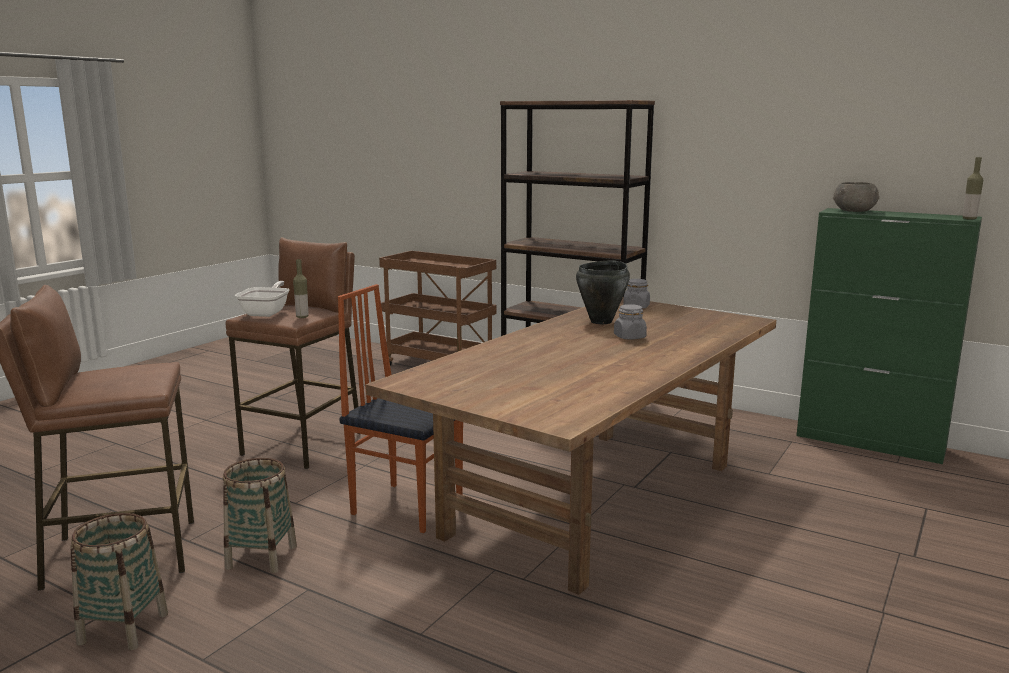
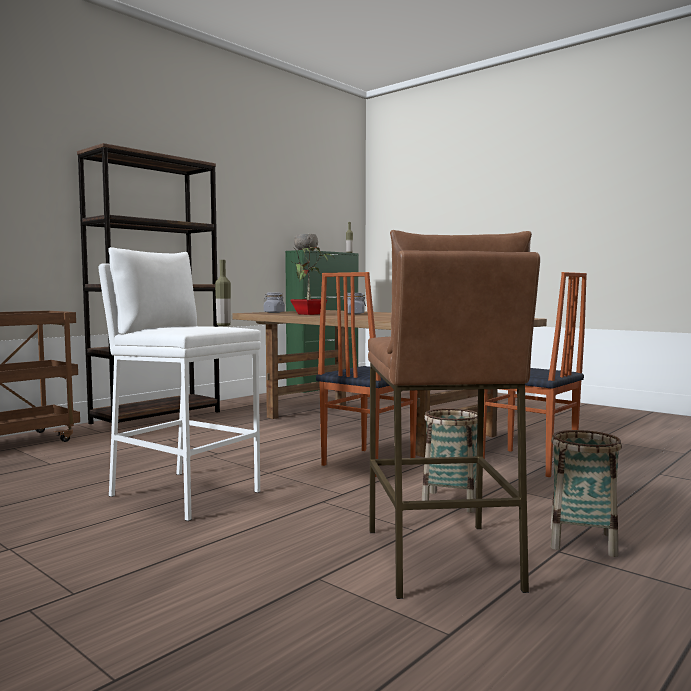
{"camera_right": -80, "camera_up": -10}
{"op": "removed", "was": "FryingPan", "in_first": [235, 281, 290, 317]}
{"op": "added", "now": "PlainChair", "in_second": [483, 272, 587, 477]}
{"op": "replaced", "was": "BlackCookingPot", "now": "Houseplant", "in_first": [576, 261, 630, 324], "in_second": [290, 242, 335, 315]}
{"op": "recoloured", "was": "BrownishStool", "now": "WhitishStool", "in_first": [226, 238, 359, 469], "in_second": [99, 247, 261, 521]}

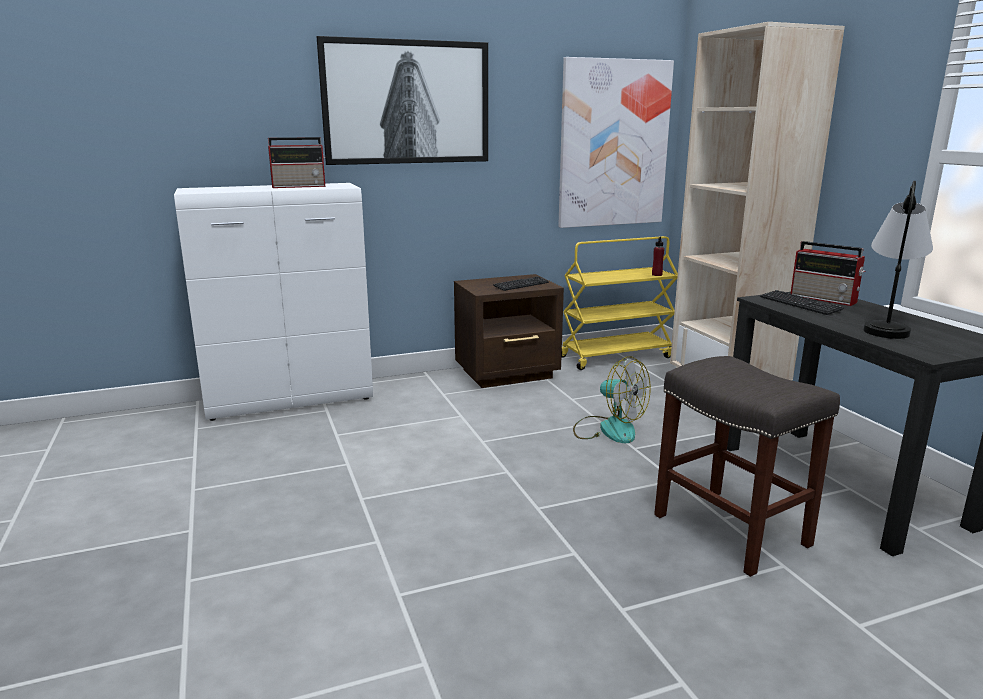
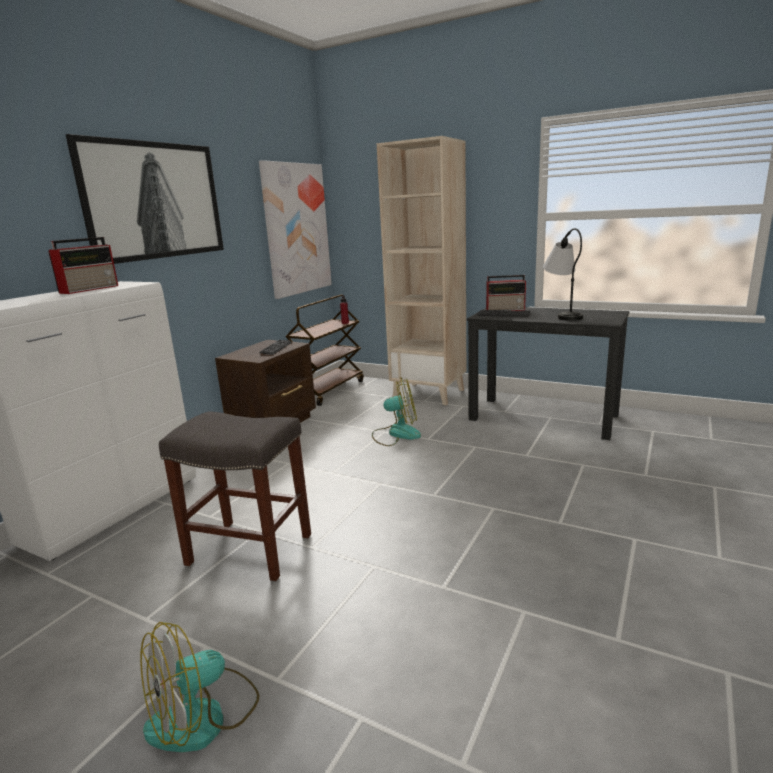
{"camera_right": -40, "camera_up": 0}
{"op": "added", "now": "ElectricFan", "in_second": [140, 622, 260, 752]}
{"op": "moved", "was": "GreyishStool", "in_first": [654, 356, 840, 577], "in_second": [159, 411, 311, 581]}
{"op": "recoloured", "was": "YellowishTrolley", "now": "BrownishTrolley", "in_first": [561, 236, 678, 370], "in_second": [285, 295, 364, 406]}

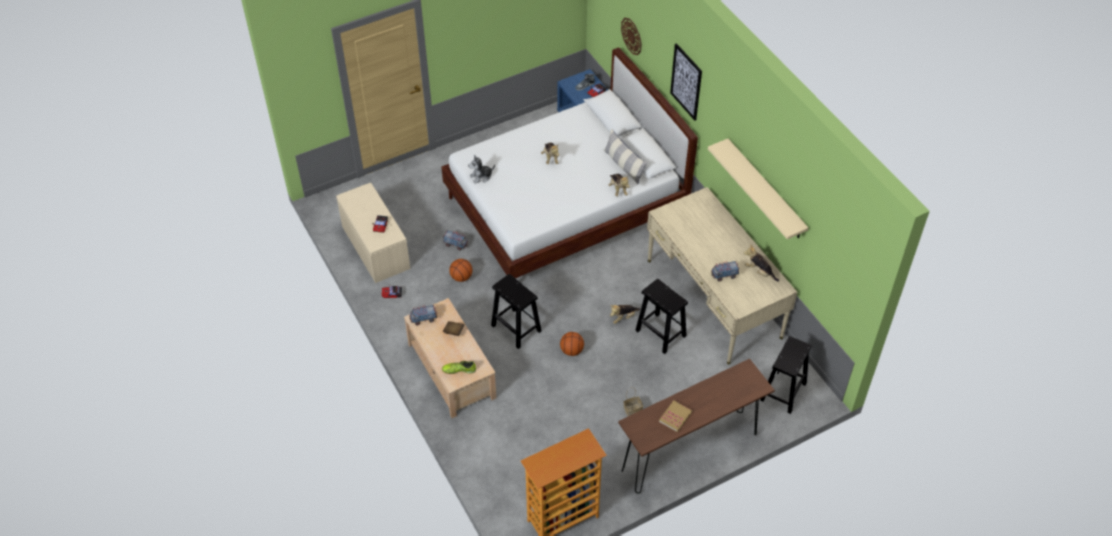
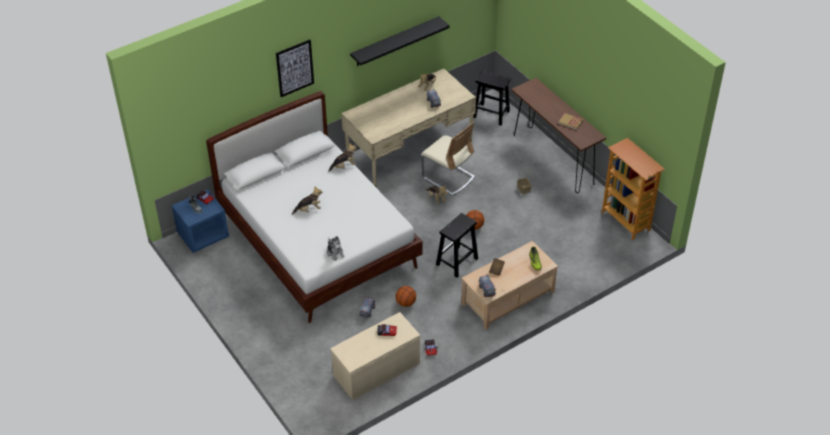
{"camera_right": -95, "camera_up": -5}
{"op": "removed", "was": "Pillow", "in_first": [603, 129, 647, 184]}
{"op": "removed", "was": "ClockOnTheWall", "in_first": [621, 18, 642, 55]}
{"op": "replaced", "was": "BlackStool", "now": "BeigePlainChair", "in_first": [635, 279, 688, 354], "in_second": [421, 121, 475, 196]}
{"op": "recoloured", "was": "BeigeShelf", "now": "BlackShelf", "in_first": [708, 139, 809, 240], "in_second": [350, 16, 450, 66]}

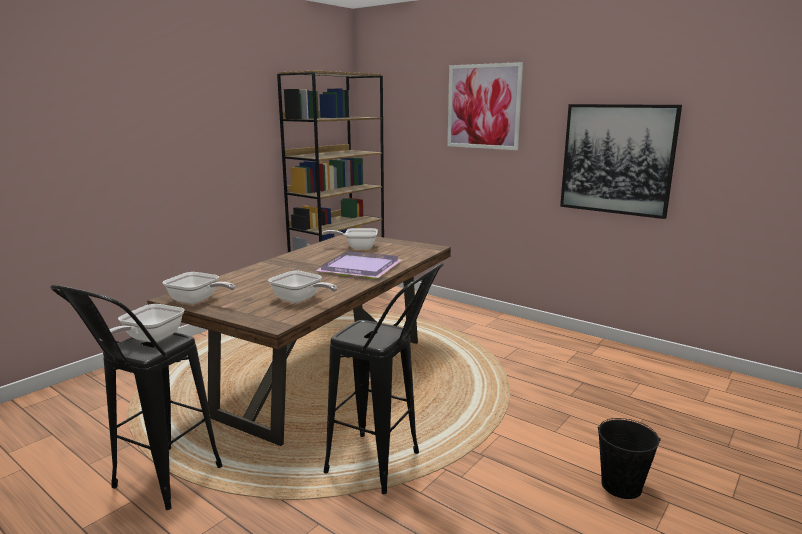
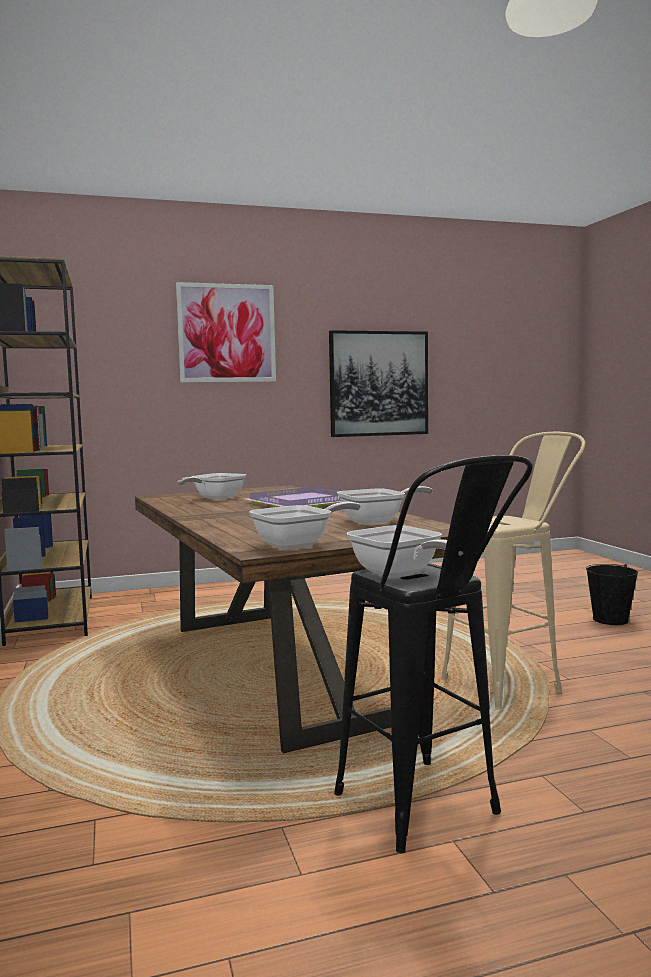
{"camera_right": -55, "camera_up": -10}
{"op": "recoloured", "was": "BlackStool", "now": "BeigeStool", "in_first": [324, 263, 444, 494], "in_second": [441, 432, 585, 709]}

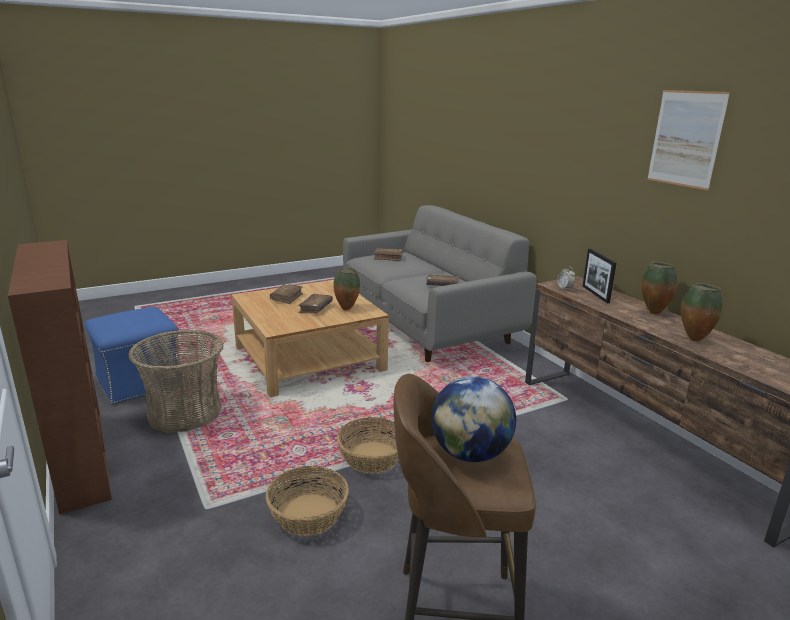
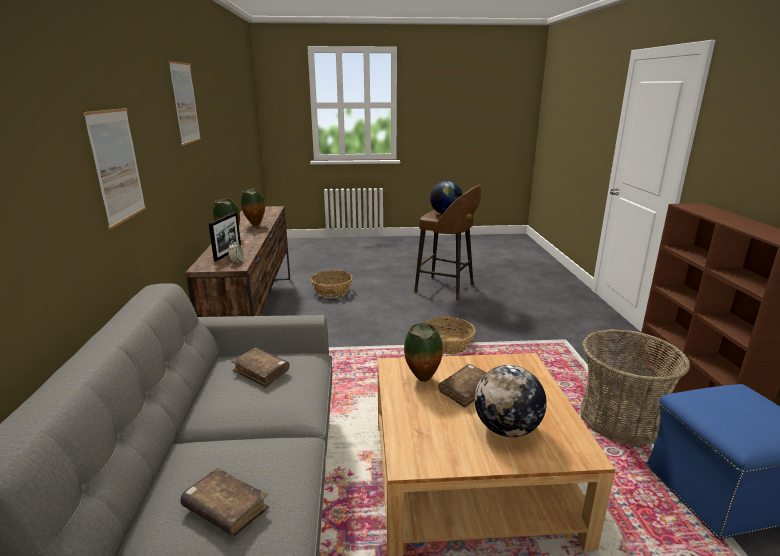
{"camera_right": -155, "camera_up": 0}
{"op": "added", "now": "WallPicture", "in_second": [83, 108, 146, 229]}
{"op": "moved", "was": "HouseholdBasket", "in_first": [266, 466, 349, 536], "in_second": [311, 270, 353, 298]}
{"op": "replaced", "was": "BrownishBoundBook", "now": "WorldGlobe", "in_first": [270, 284, 303, 304], "in_second": [475, 365, 546, 437]}

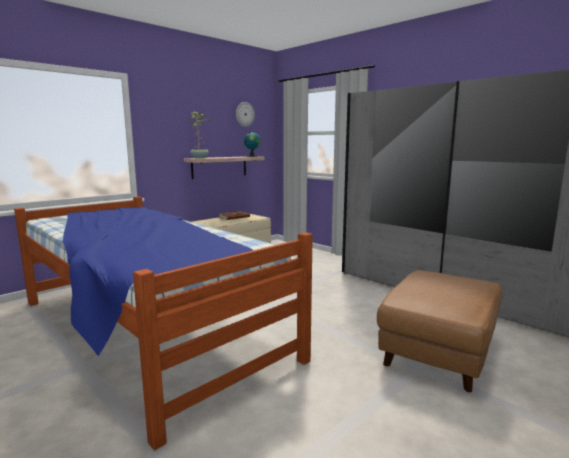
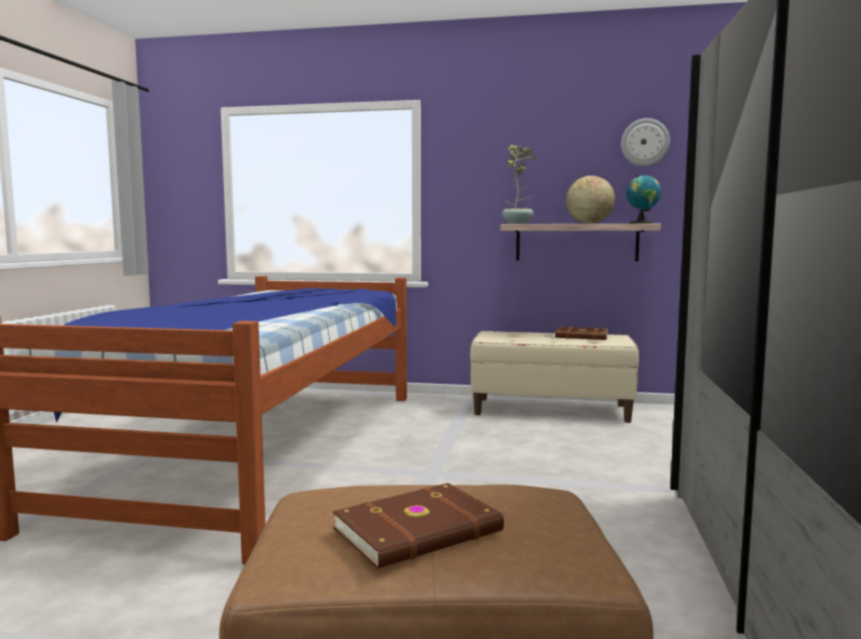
{"camera_right": 55, "camera_up": -5}
{"op": "added", "now": "BrownishBoundBook", "in_second": [333, 483, 504, 569]}
{"op": "added", "now": "WorldGlobe", "in_second": [566, 176, 615, 224]}

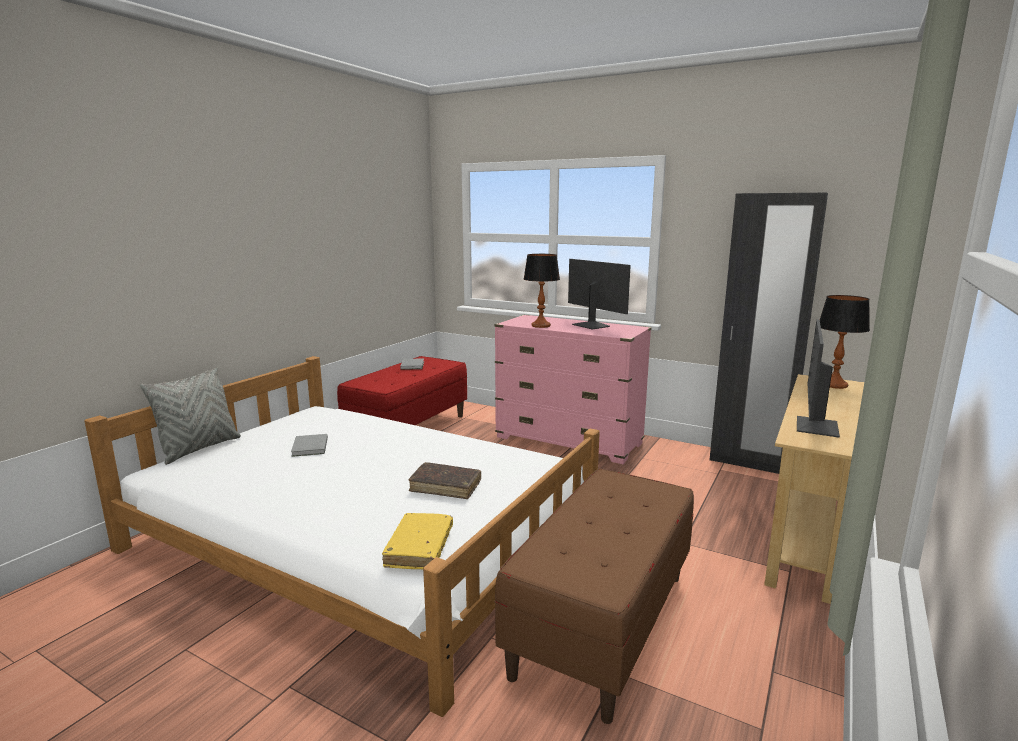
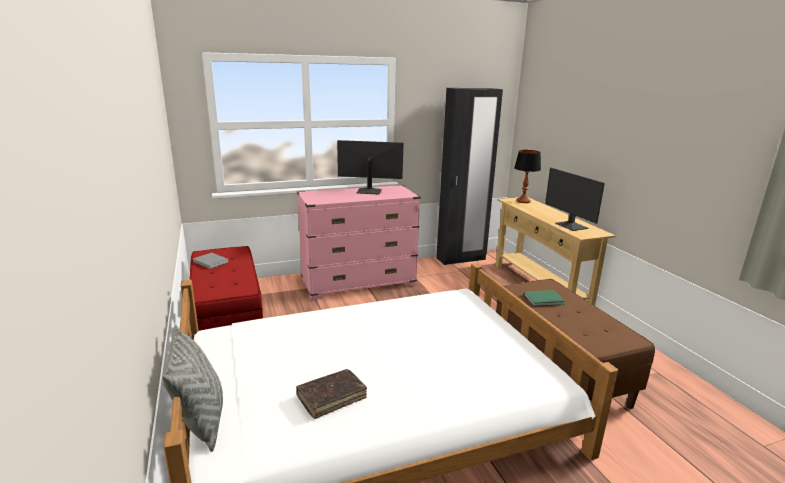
{"camera_right": -50, "camera_up": 5}
{"op": "removed", "was": "GreyishBoundBook", "in_first": [291, 434, 328, 457]}
{"op": "removed", "was": "YellowishBoundBook", "in_first": [382, 513, 453, 569]}
{"op": "removed", "was": "TabletopLamp", "in_first": [524, 254, 560, 328]}
{"op": "added", "now": "GreenBoundBook", "in_second": [524, 290, 565, 307]}
{"op": "moved", "was": "BrownishBoundBook", "in_first": [409, 462, 481, 499], "in_second": [296, 369, 367, 419]}

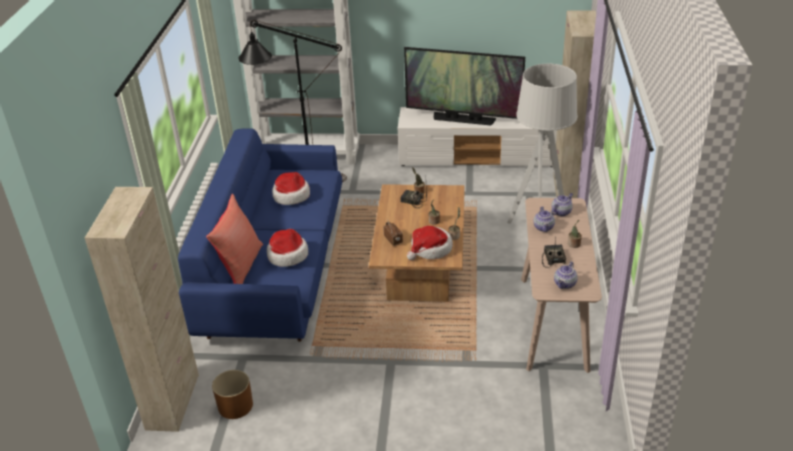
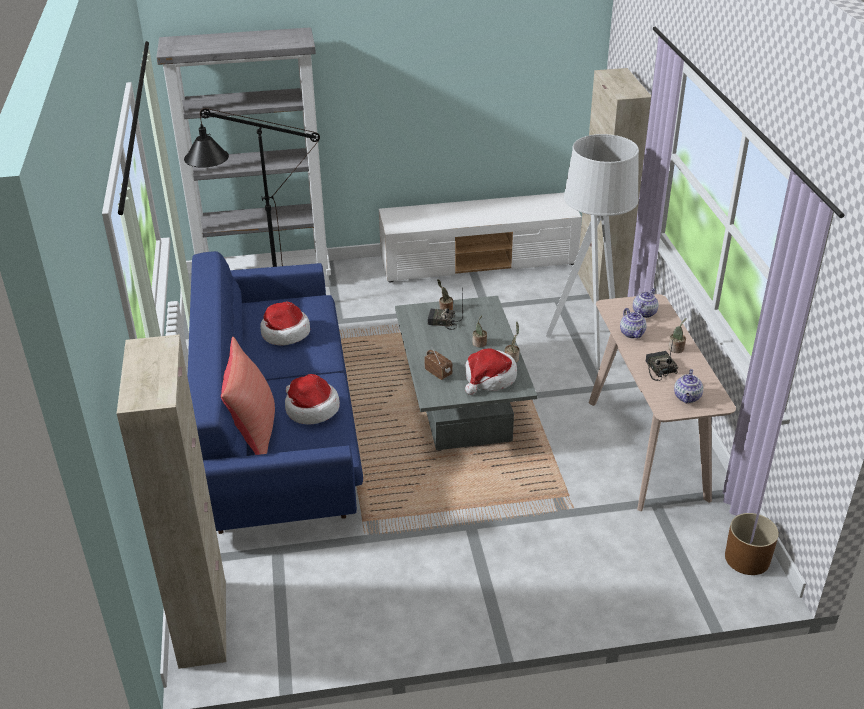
{"camera_right": -15, "camera_up": 0}
{"op": "removed", "was": "Tv", "in_first": [404, 47, 525, 126]}
{"op": "moved", "was": "BrownishPlantPot", "in_first": [212, 370, 253, 419], "in_second": [725, 513, 779, 575]}
{"op": "recoloured", "was": "BrownishLoungeTable", "now": "GreyishLoungeTable", "in_first": [369, 184, 465, 302], "in_second": [395, 296, 537, 450]}

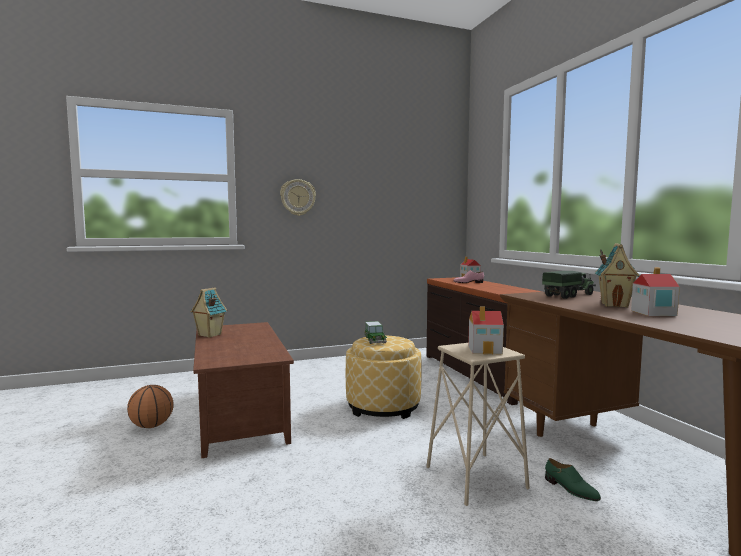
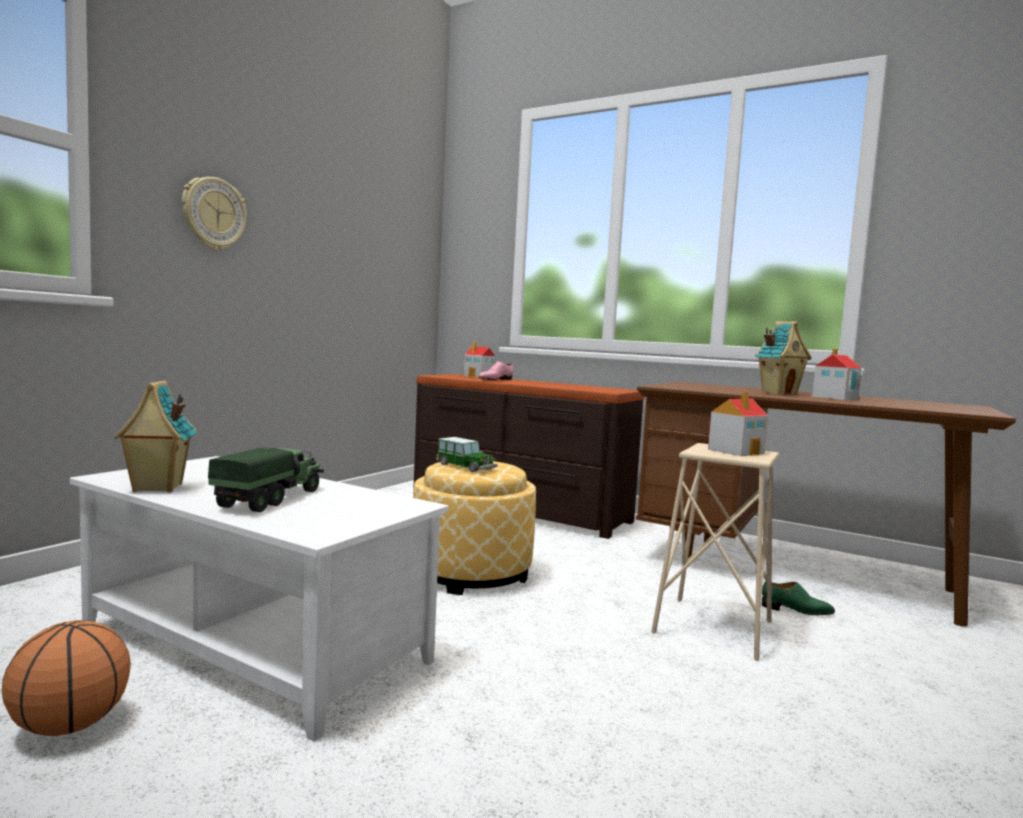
{"camera_right": -40, "camera_up": 0}
{"op": "moved", "was": "ModelTruck", "in_first": [542, 271, 596, 299], "in_second": [208, 448, 324, 512]}
{"op": "recoloured", "was": "BrownishLoungeTable", "now": "WhitishLoungeTable", "in_first": [193, 322, 294, 458], "in_second": [70, 456, 448, 742]}

